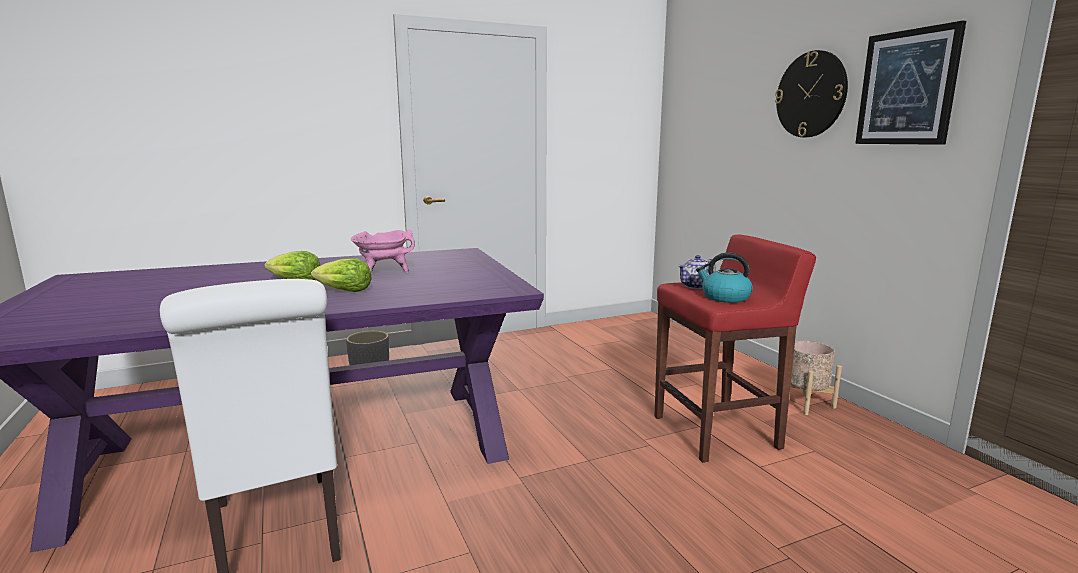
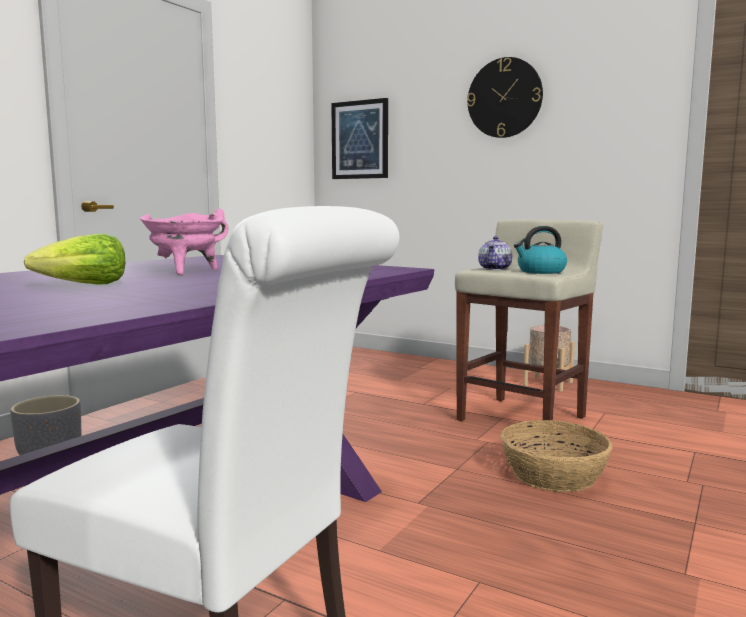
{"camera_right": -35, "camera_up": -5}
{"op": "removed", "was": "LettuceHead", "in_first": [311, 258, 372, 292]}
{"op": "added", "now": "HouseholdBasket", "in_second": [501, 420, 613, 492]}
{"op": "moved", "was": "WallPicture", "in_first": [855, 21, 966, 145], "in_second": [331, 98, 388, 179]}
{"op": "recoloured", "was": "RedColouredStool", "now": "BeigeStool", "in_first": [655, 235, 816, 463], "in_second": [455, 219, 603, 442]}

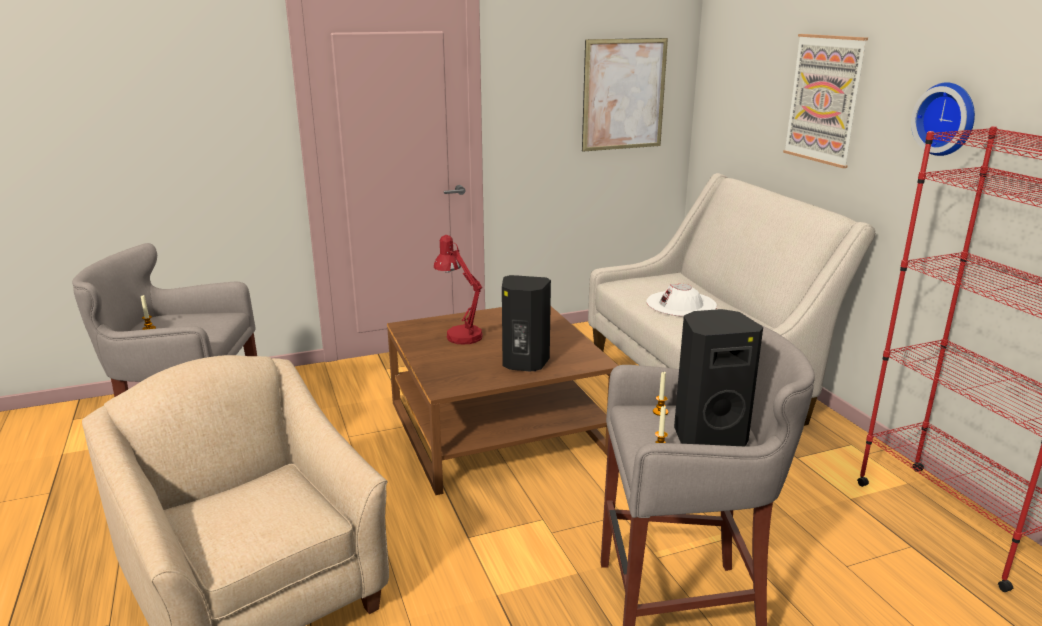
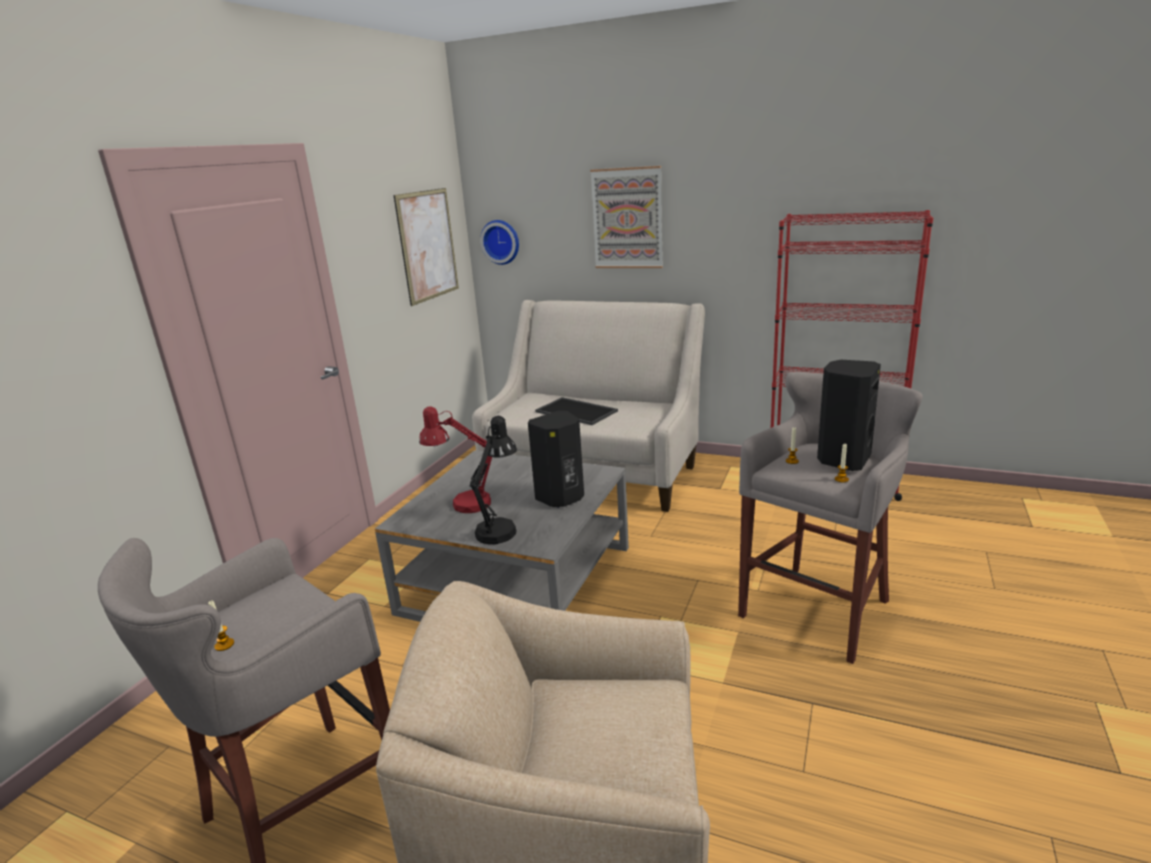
{"camera_right": -45, "camera_up": 0}
{"op": "added", "now": "BlackTabletopLamp", "in_second": [470, 415, 517, 544]}
{"op": "moved", "was": "ClockOnTheWall", "in_first": [911, 82, 975, 156], "in_second": [480, 220, 519, 265]}
{"op": "replaced", "was": "WhitishClothingHat", "now": "CarryingTray", "in_first": [646, 284, 717, 317], "in_second": [535, 397, 618, 425]}
{"op": "recoloured", "was": "BrownishLoungeTable", "now": "GreyishLoungeTable", "in_first": [387, 306, 618, 495], "in_second": [375, 450, 629, 622]}

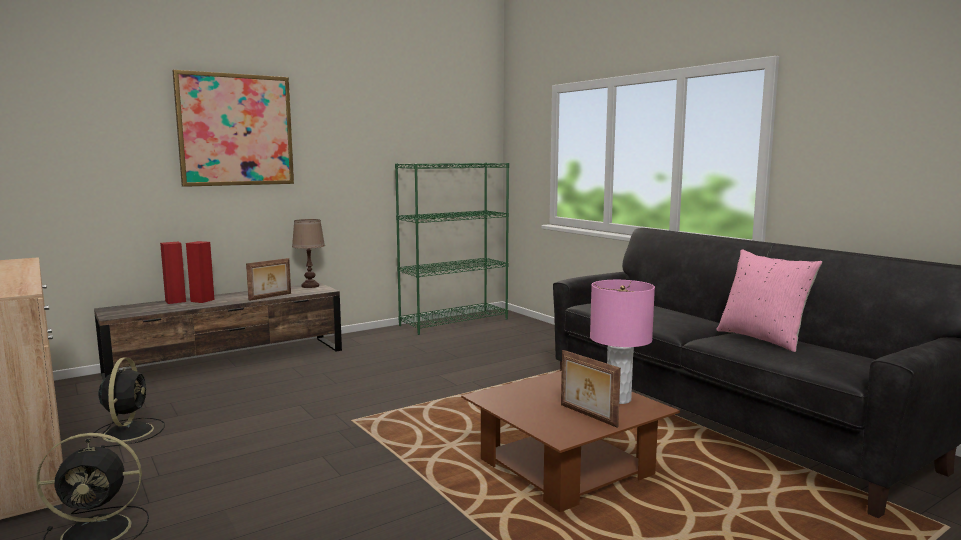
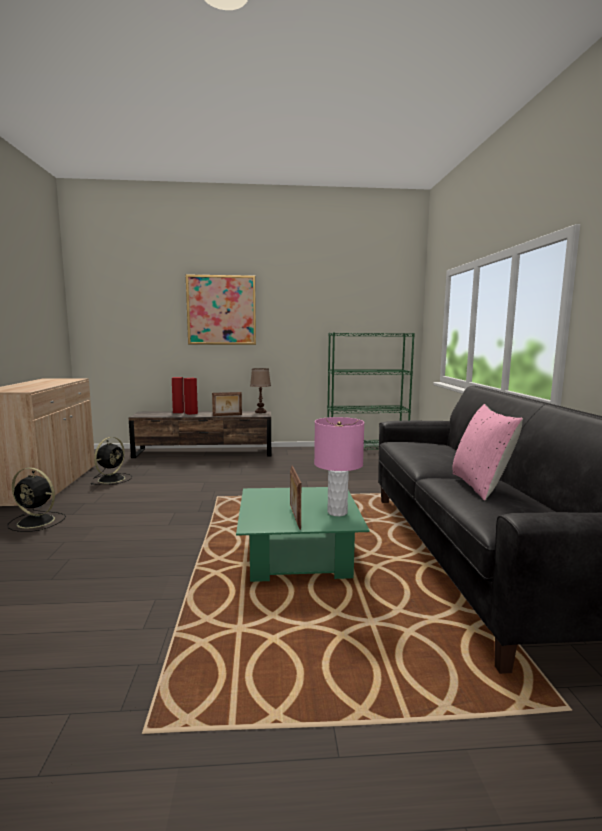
{"camera_right": 30, "camera_up": 0}
{"op": "recoloured", "was": "BrownishLoungeTable", "now": "GreenLoungeTable", "in_first": [461, 371, 680, 512], "in_second": [236, 487, 370, 582]}

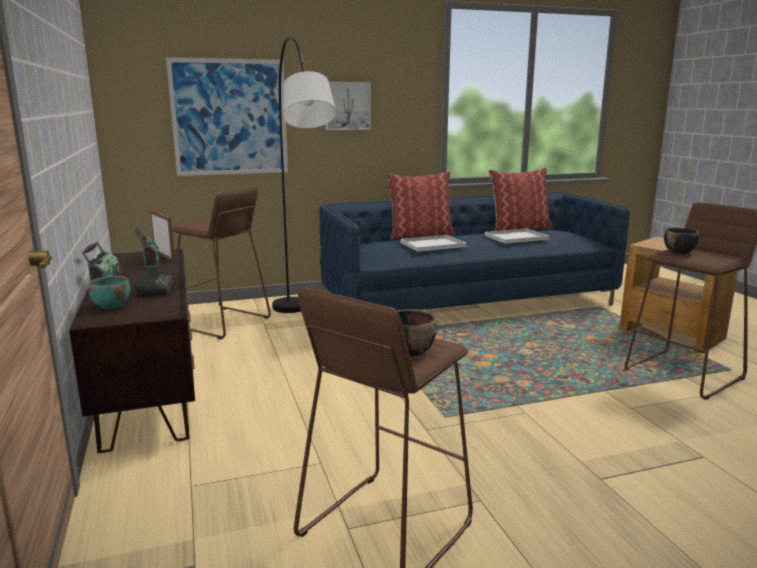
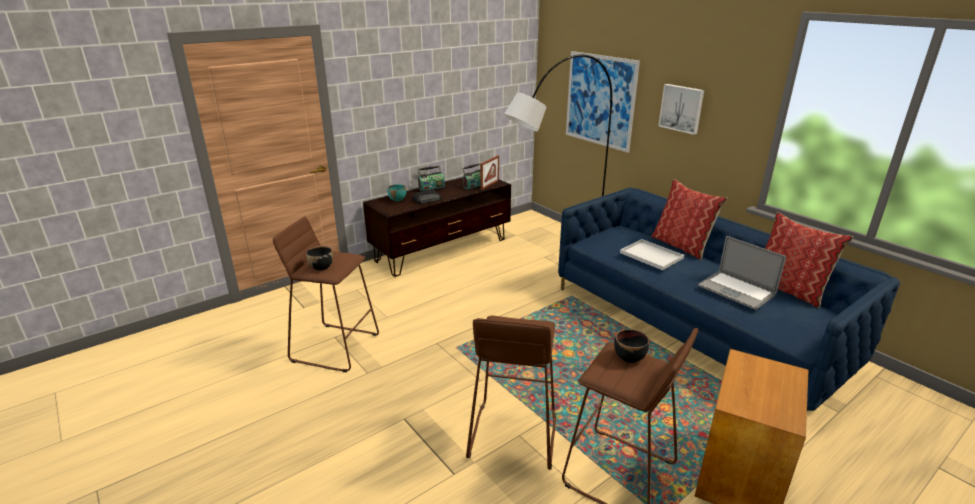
{"camera_right": 70, "camera_up": 10}
{"op": "moved", "was": "BrownishStool", "in_first": [172, 188, 271, 339], "in_second": [466, 315, 556, 470]}
{"op": "replaced", "was": "WhitishCarryingTray", "now": "NotebookComputer", "in_first": [484, 228, 549, 244], "in_second": [698, 236, 786, 310]}

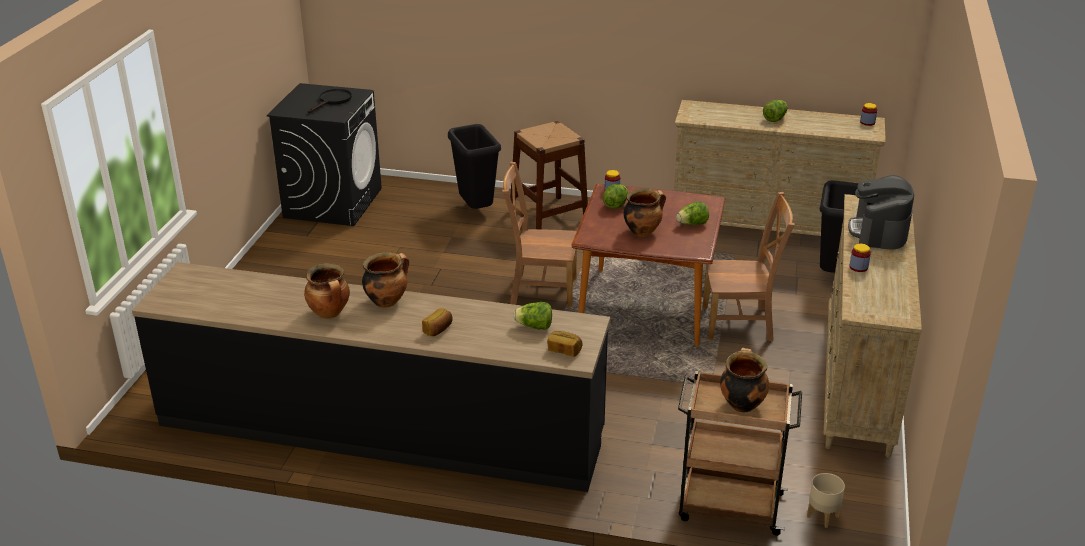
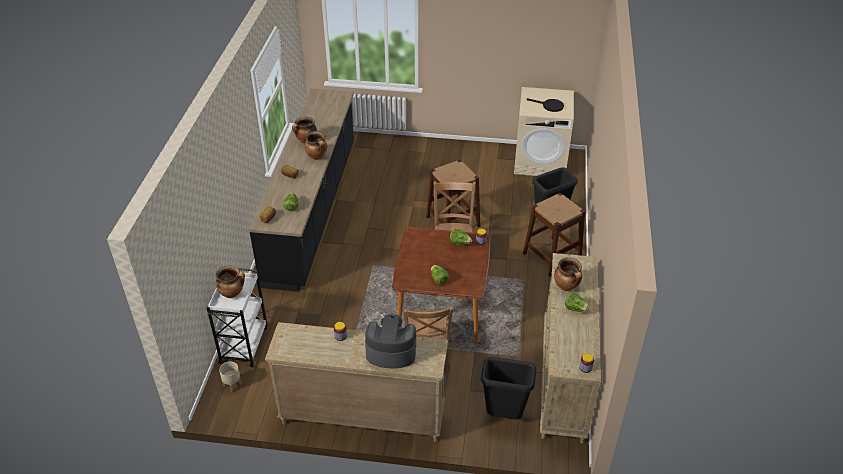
{"camera_right": 85, "camera_up": 10}
{"op": "added", "now": "BrownishStool", "in_second": [426, 160, 480, 227]}
{"op": "moved", "was": "CookingPot", "in_first": [624, 189, 666, 237], "in_second": [554, 257, 582, 291]}
{"op": "recoloured", "was": "BlackLaundryMachine", "now": "BeigeLaundryMachine", "in_first": [267, 83, 382, 226], "in_second": [514, 87, 574, 176]}
{"op": "recoloured", "was": "BrownishTrolley", "now": "WhitishTrolley", "in_first": [678, 371, 802, 536], "in_second": [207, 268, 267, 367]}

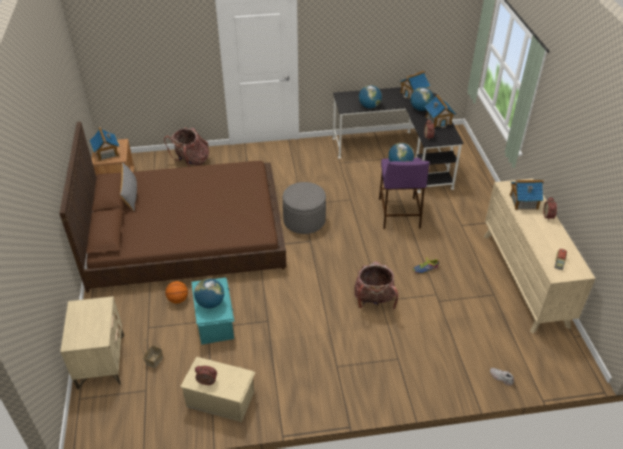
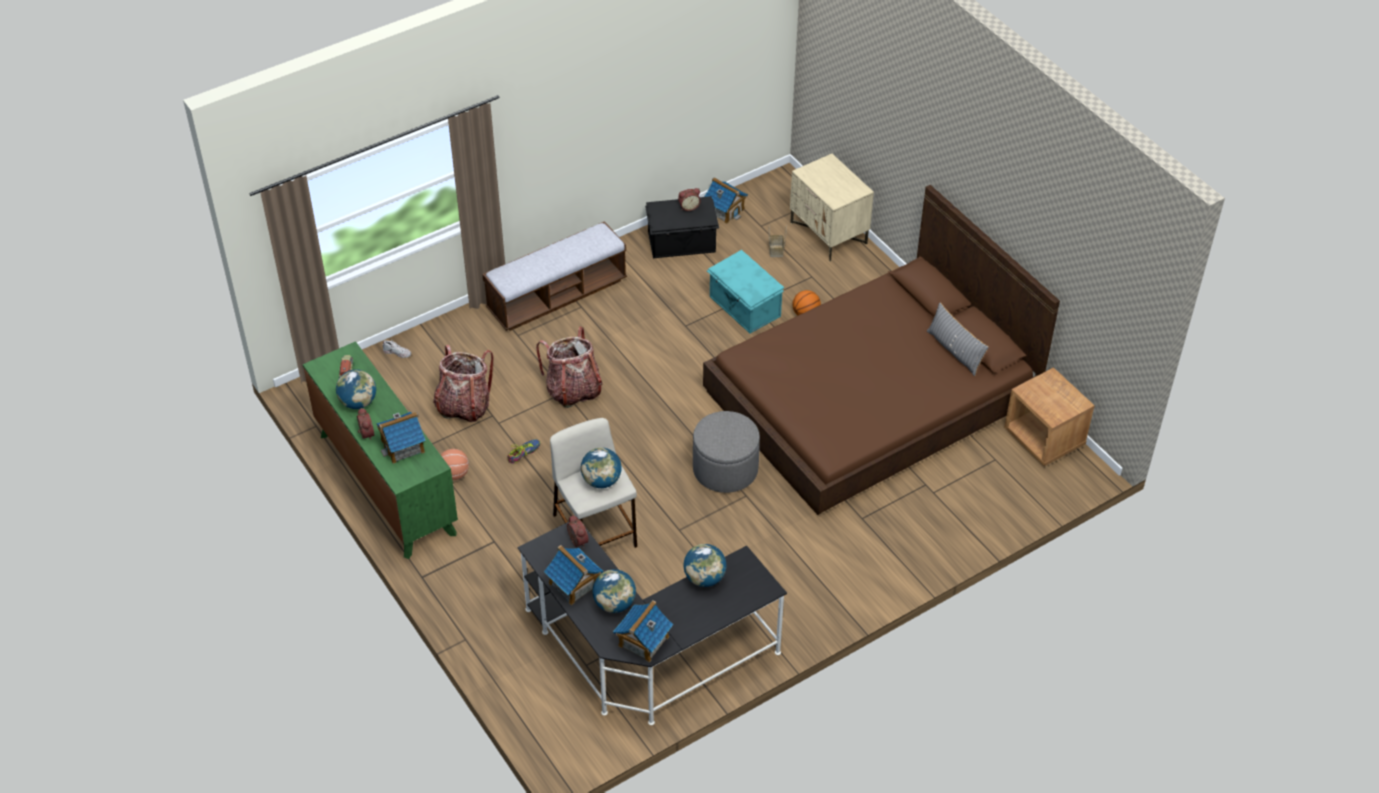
{"camera_right": 155, "camera_up": 5}
{"op": "added", "now": "Basketball", "in_second": [441, 449, 469, 480]}
{"op": "added", "now": "IndoorBench", "in_second": [482, 221, 627, 331]}
{"op": "moved", "was": "MiniatureHouse", "in_first": [89, 127, 119, 161], "in_second": [704, 177, 748, 224]}
{"op": "moved", "was": "Backpack", "in_first": [164, 127, 209, 167], "in_second": [433, 345, 494, 422]}
{"op": "moved", "was": "WorldGlobe", "in_first": [194, 278, 224, 309], "in_second": [336, 369, 376, 409]}
{"op": "recoloured", "was": "BeigeStorageContainer", "now": "BlackStorageContainer", "in_first": [180, 357, 255, 422], "in_second": [645, 196, 719, 258]}
{"op": "recoloured", "was": "PurpleStool", "now": "BeigeStool", "in_first": [379, 158, 430, 229], "in_second": [550, 418, 637, 548]}
{"op": "recoloured", "was": "BeigeDrawerChest", "now": "GreenDrawerChest", "in_first": [484, 178, 596, 334], "in_second": [303, 341, 458, 559]}

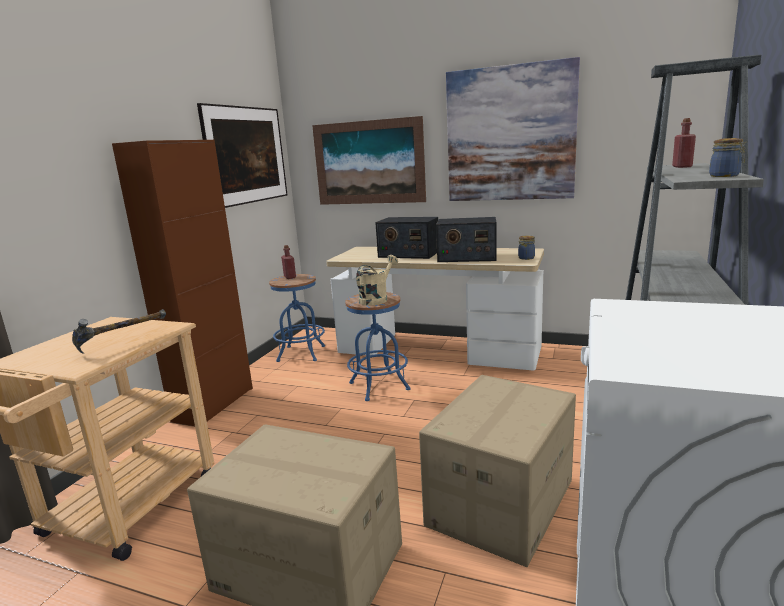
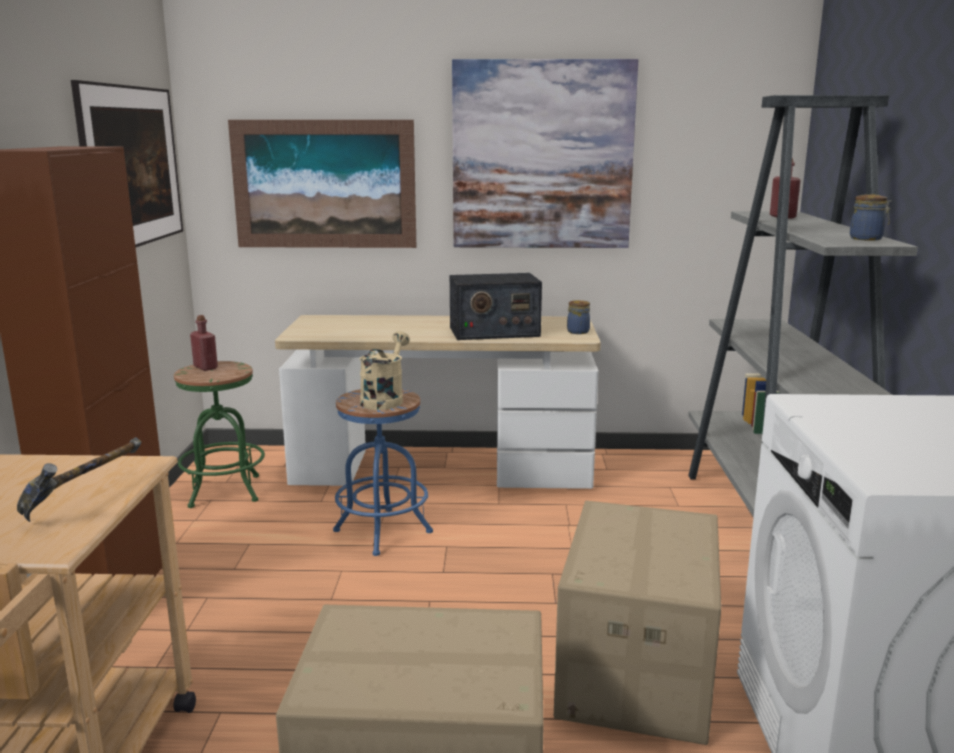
{"camera_right": -20, "camera_up": 0}
{"op": "removed", "was": "RadioSet", "in_first": [375, 217, 438, 259]}
{"op": "recoloured", "was": "BluishStool", "now": "GreenStool", "in_first": [269, 274, 325, 362], "in_second": [174, 361, 265, 508]}

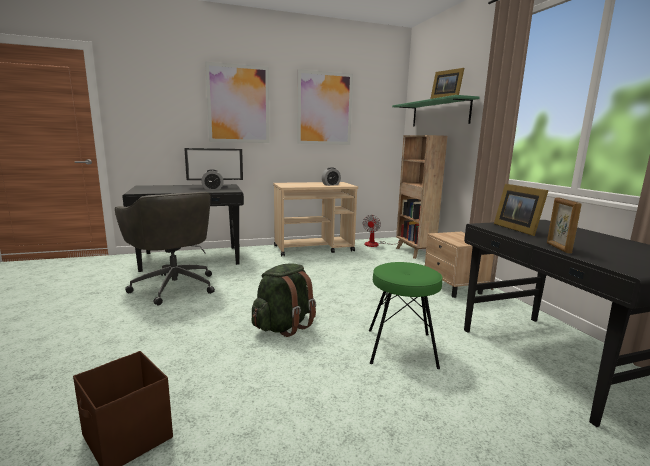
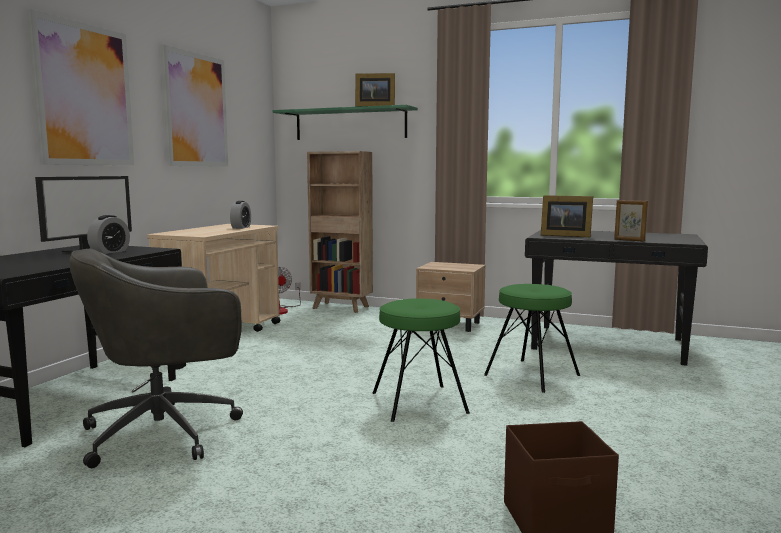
{"camera_right": -50, "camera_up": -5}
{"op": "replaced", "was": "GreenBackpack", "now": "GreenStool", "in_first": [252, 263, 316, 337], "in_second": [373, 298, 470, 422]}
{"op": "turned", "was": "GreyishDeskChair", "in_first": [115, 192, 215, 305], "in_second": [69, 248, 243, 468], "clockwise": 150}

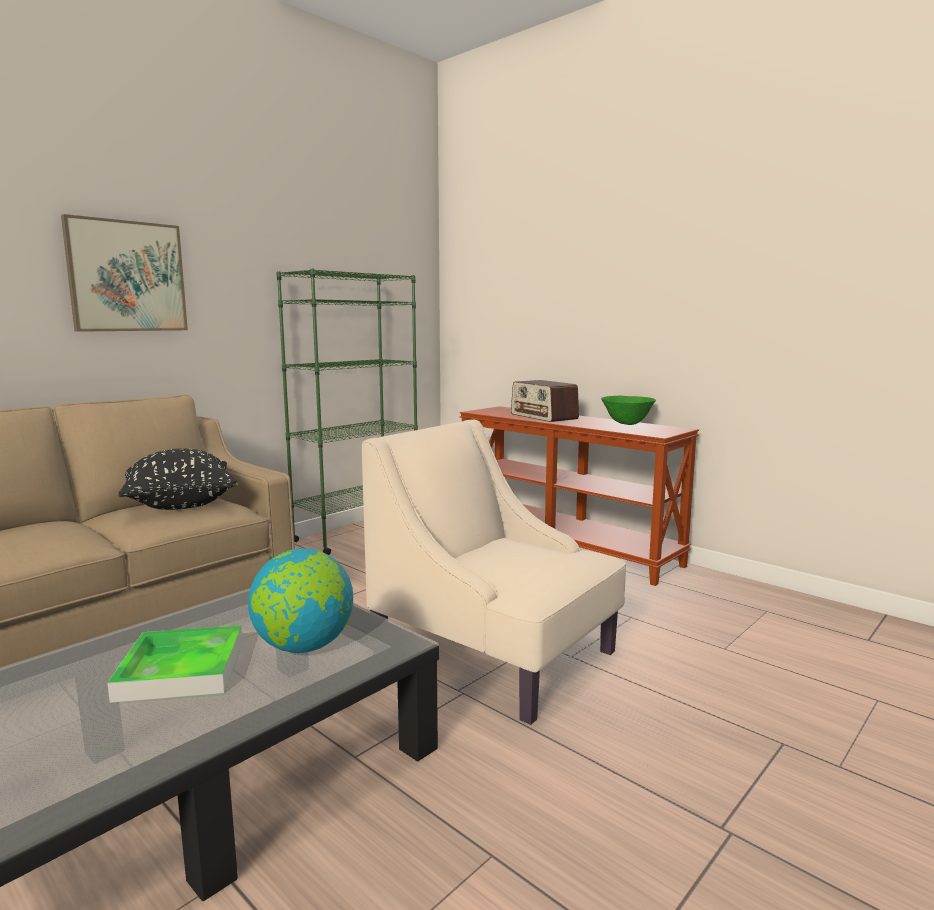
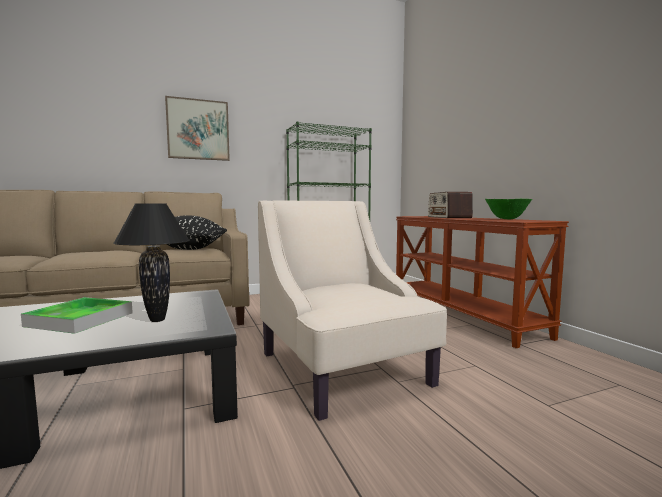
{"camera_right": 25, "camera_up": -5}
{"op": "replaced", "was": "WorldGlobe", "now": "BlackTabletopLamp", "in_first": [248, 548, 353, 653], "in_second": [113, 203, 190, 322]}

